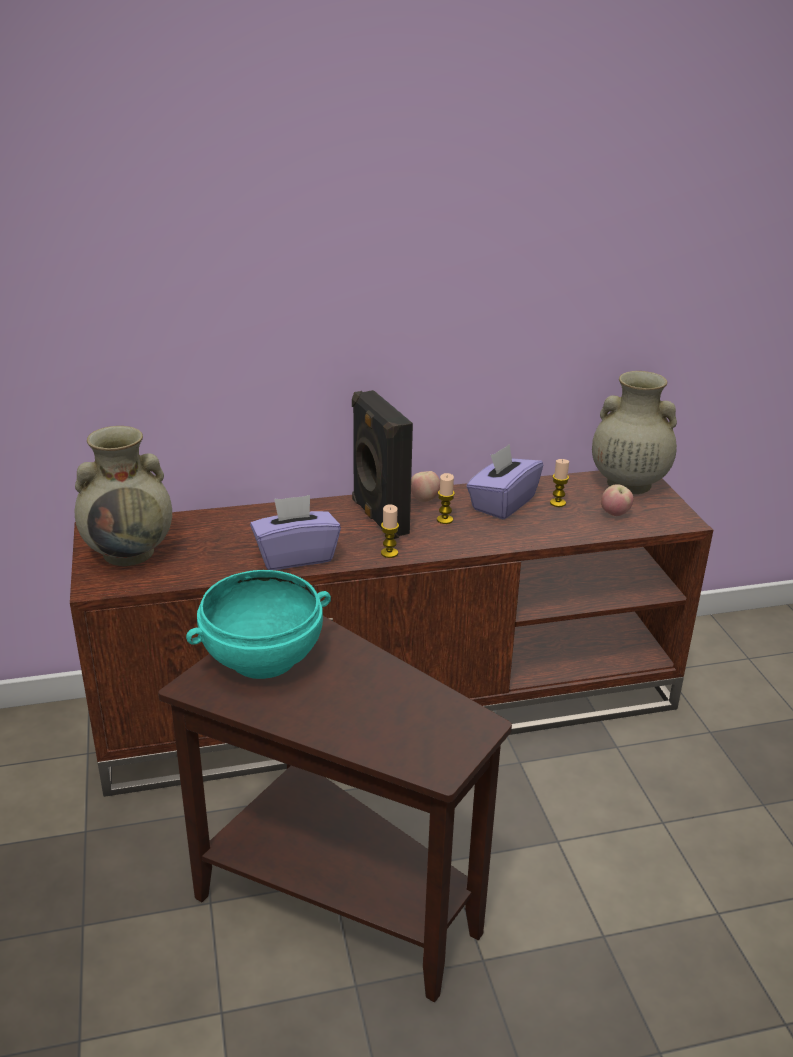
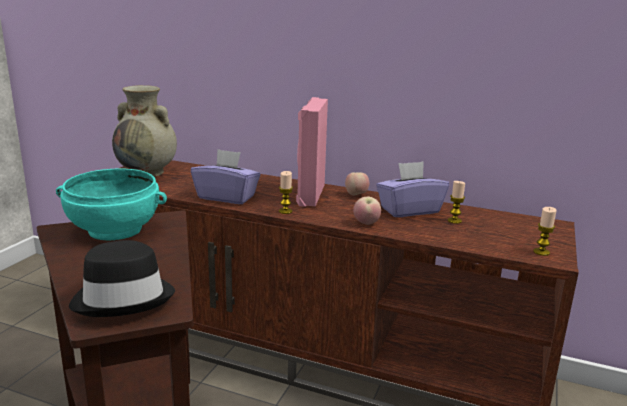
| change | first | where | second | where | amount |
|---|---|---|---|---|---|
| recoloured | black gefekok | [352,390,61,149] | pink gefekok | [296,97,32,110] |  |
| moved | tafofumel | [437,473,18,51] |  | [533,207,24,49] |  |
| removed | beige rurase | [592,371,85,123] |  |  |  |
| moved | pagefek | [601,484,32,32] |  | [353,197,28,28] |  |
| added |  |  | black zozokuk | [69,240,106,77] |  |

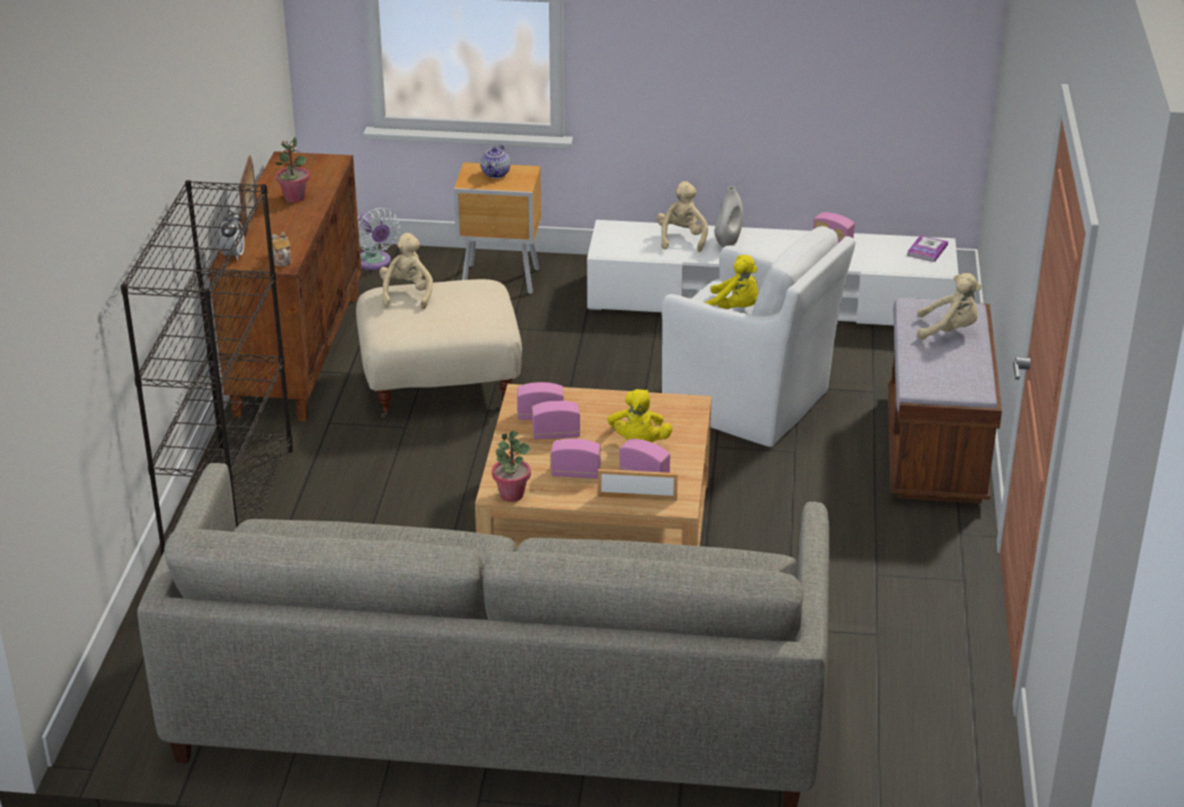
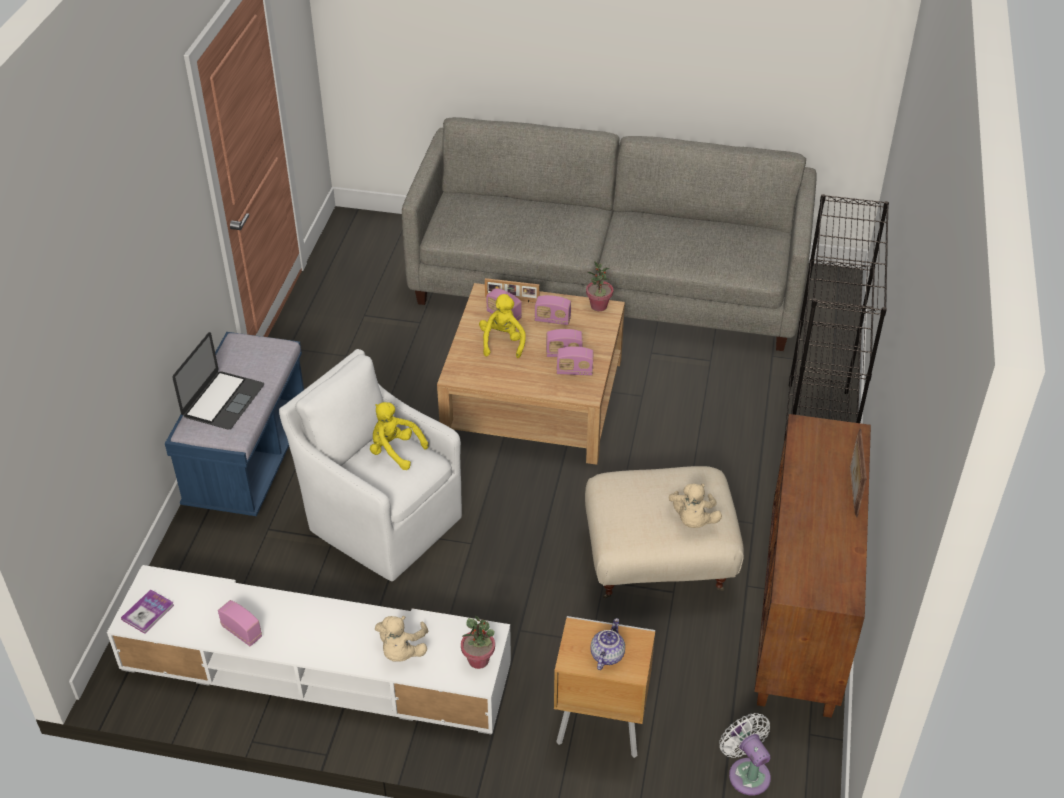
| change | first | where | second | where | amount |
|---|---|---|---|---|---|
| removed | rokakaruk | [219,210,25,51] |  |  |  |
| removed | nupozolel | [272,232,20,34] |  |  |  |
| moved | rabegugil | [275,137,35,66] |  | [461,616,34,53] |  |
| removed | white rurase | [715,186,29,61] |  |  |  |
| recoloured | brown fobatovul | [888,298,114,206] | blue fobatovul | [165,332,139,184] |  |
| replaced | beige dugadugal | [917,273,64,67] | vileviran | [173,332,91,98] |  |

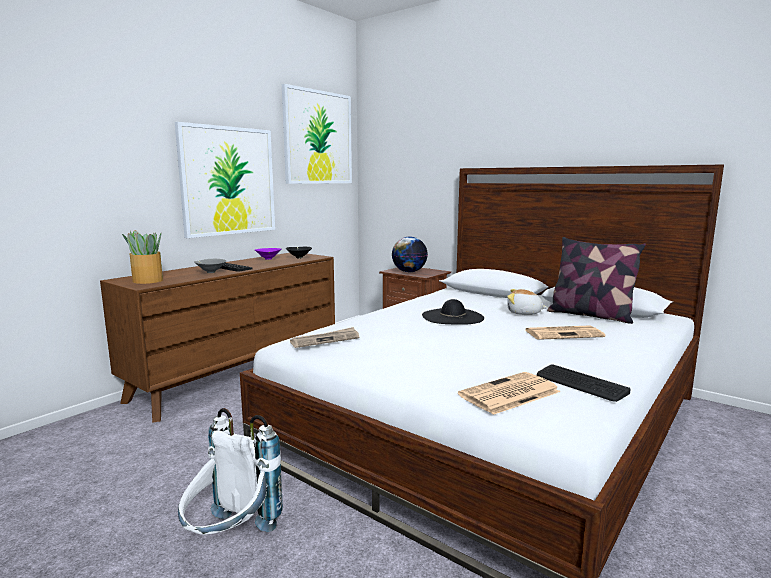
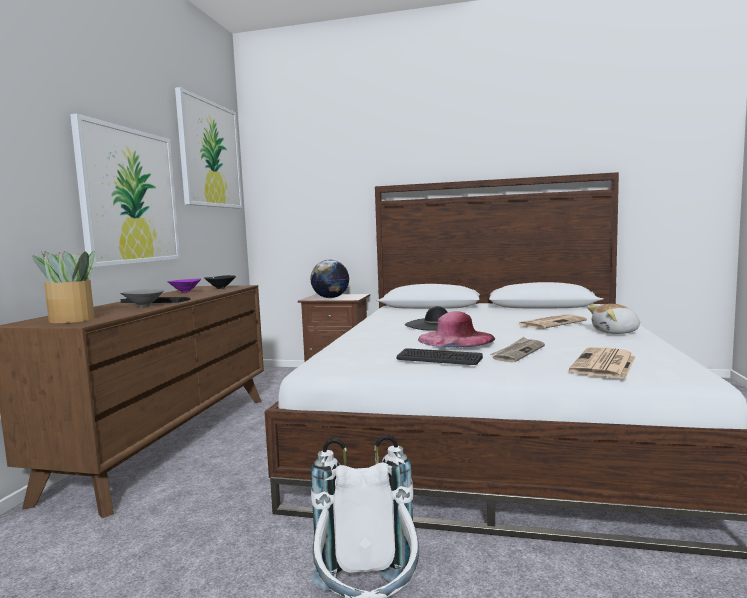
| change | first | where | second | where | amount |
|---|---|---|---|---|---|
| moved | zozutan | [290,327,69,21] |  | [490,337,55,25] |  |
| moved | dugadugal | [507,289,41,26] |  | [588,304,53,30] |  |
| moved | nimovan | [537,364,94,38] |  | [397,348,86,17] |  |
| removed | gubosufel | [547,237,99,87] |  |  |  |
| added |  |  | pink zozokuk | [418,311,77,36] |  |

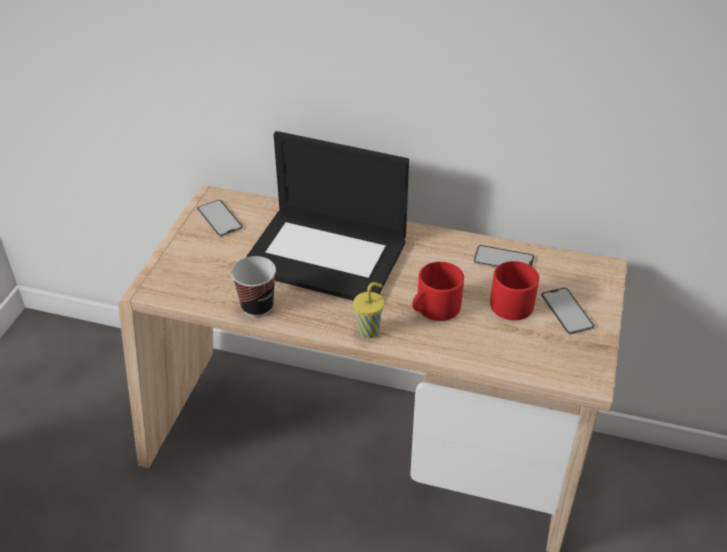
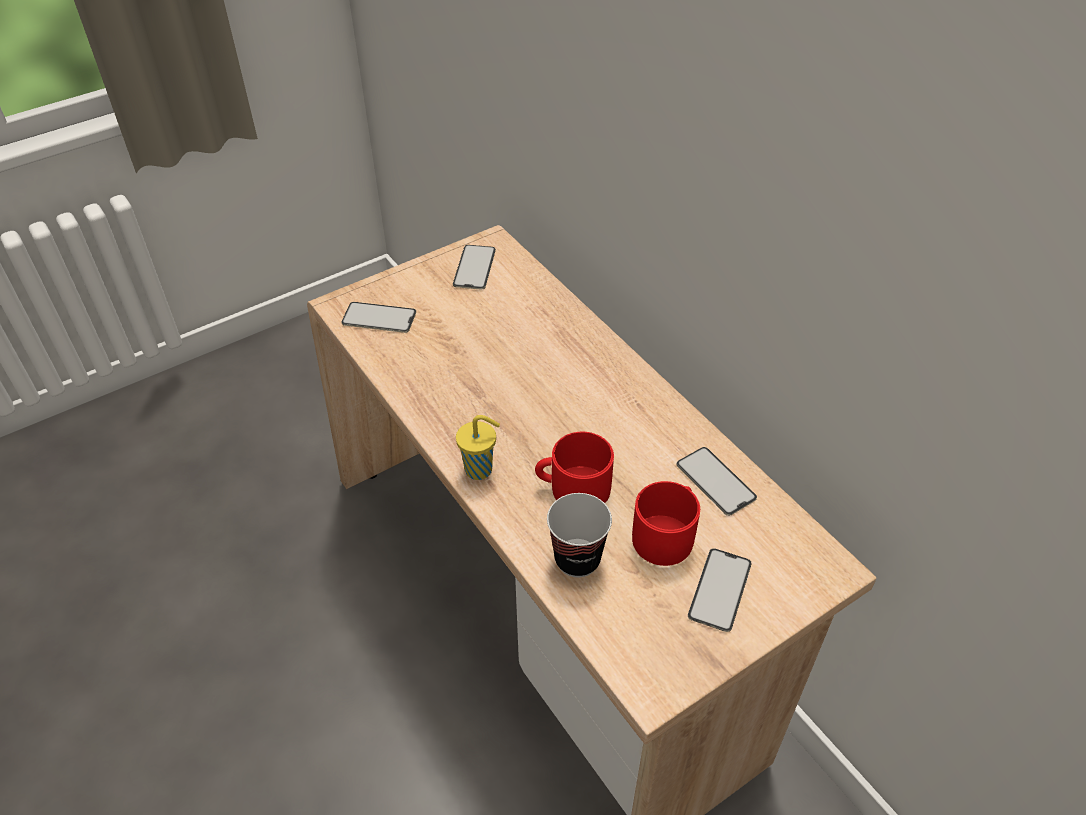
| change | first | where | second | where | amount |
|---|---|---|---|---|---|
| moved | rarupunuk | [231,256,45,61] |  | [547,493,65,84] |  |
| removed | vileviran | [246,131,163,170] |  |  |  |
| added |  |  | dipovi | [342,302,74,31] |  |

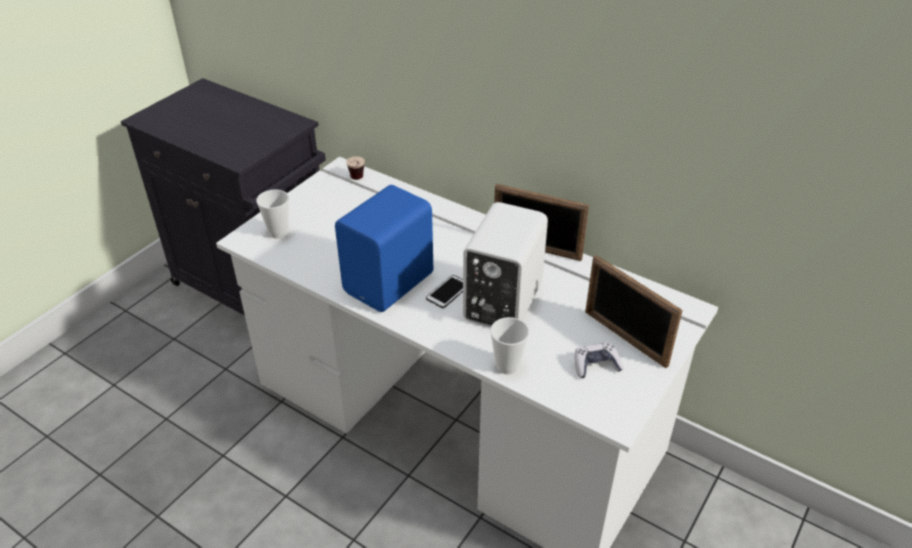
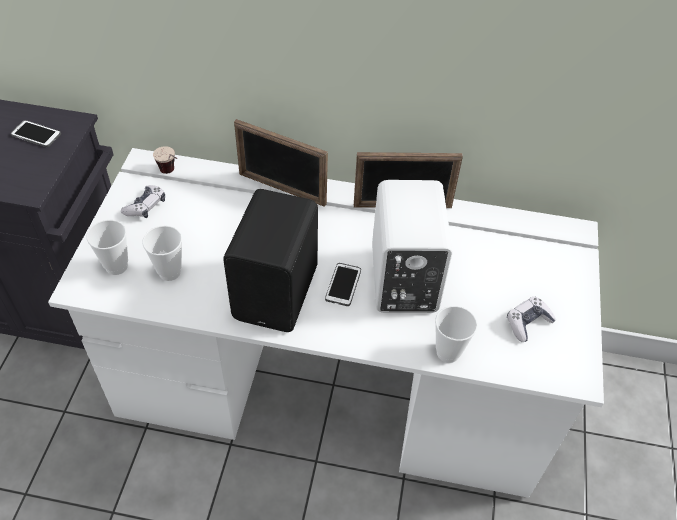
| change | first | where | second | where | amount |
|---|---|---|---|---|---|
| recoloured | blue gefekok | [335,185,98,127] | black gefekok | [223,189,95,143] |  |
| moved | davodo | [585,255,98,113] |  | [234,119,94,88] |  |
| added |  |  | dipovi | [11,120,50,27] |  |
| added |  |  | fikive | [121,185,44,33] |  |
| added |  |  | rarupunuk | [142,226,40,55] |  |

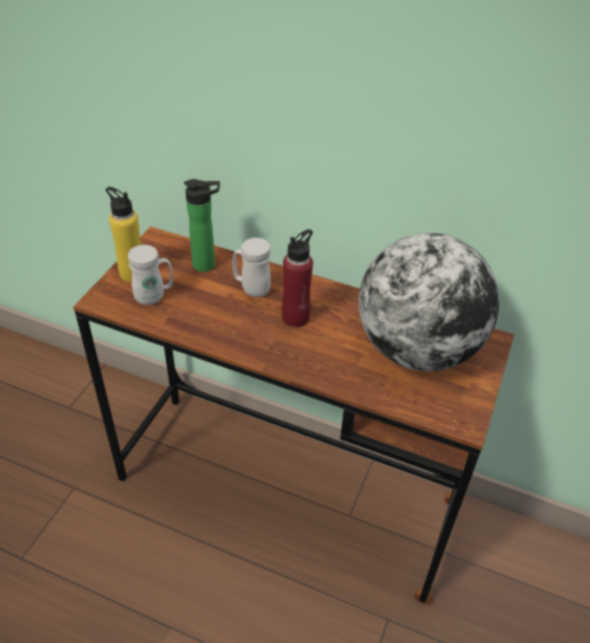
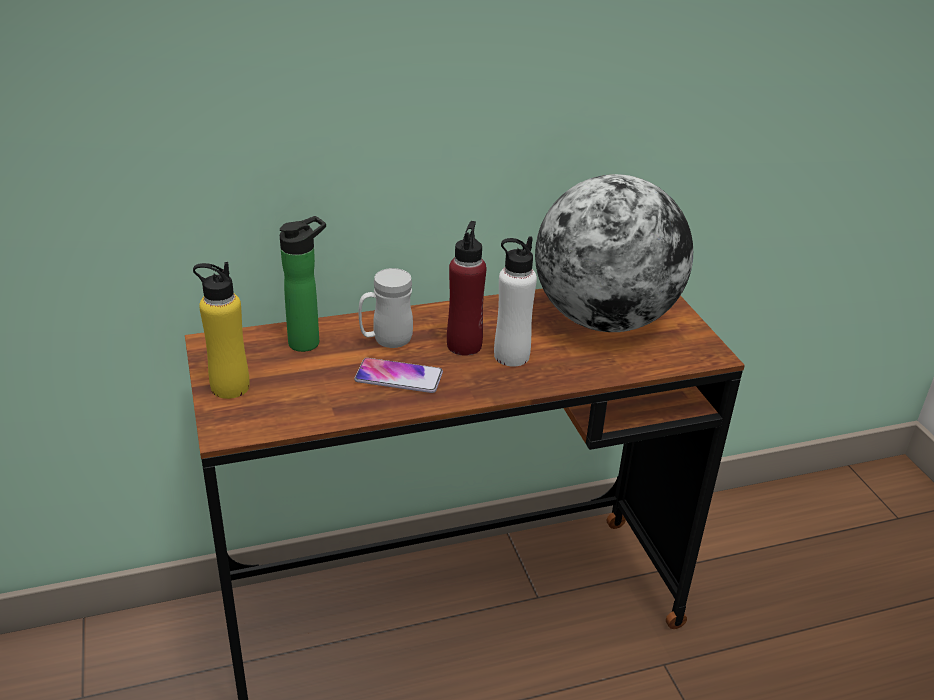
| change | first | where | second | where | amount |
|---|---|---|---|---|---|
| removed | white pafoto | [128,245,45,60] |  |  |  |
| added |  |  | dipovi | [354,358,89,35] |  |
| added |  |  | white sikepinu | [494,237,43,129] |  |

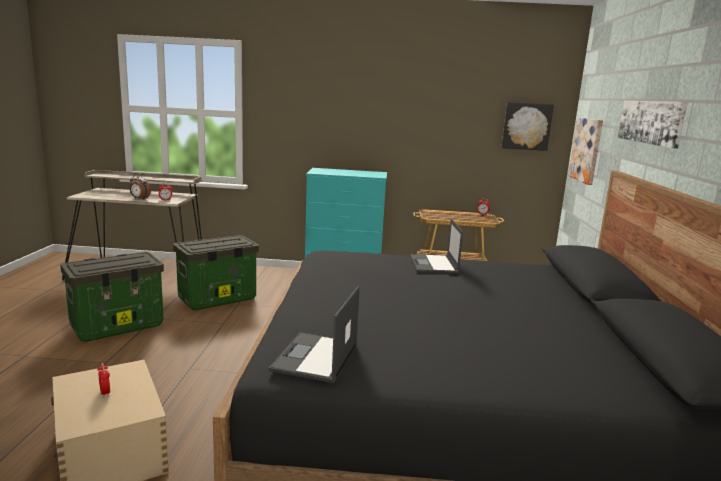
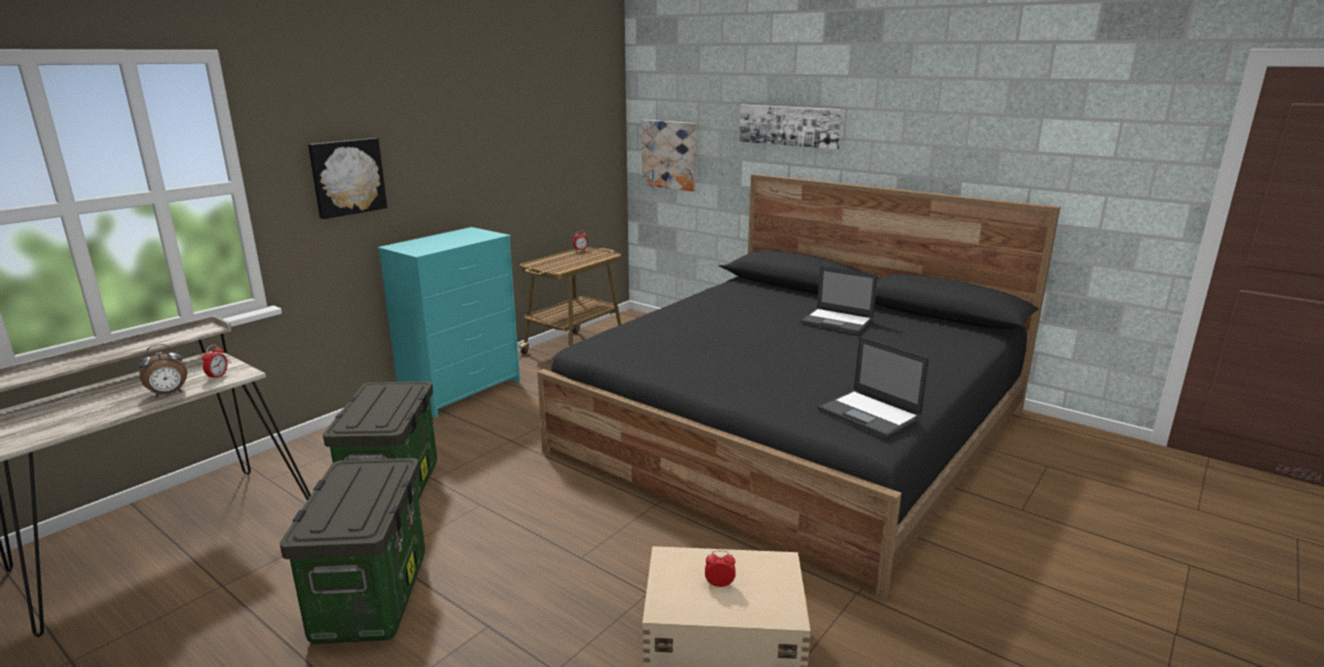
| change | first | where | second | where | amount |
|---|---|---|---|---|---|
| moved | vileviran | [410,219,53,55] |  | [800,266,78,68] |  |
| moved | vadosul | [502,102,52,49] |  | [308,138,79,81] |  |

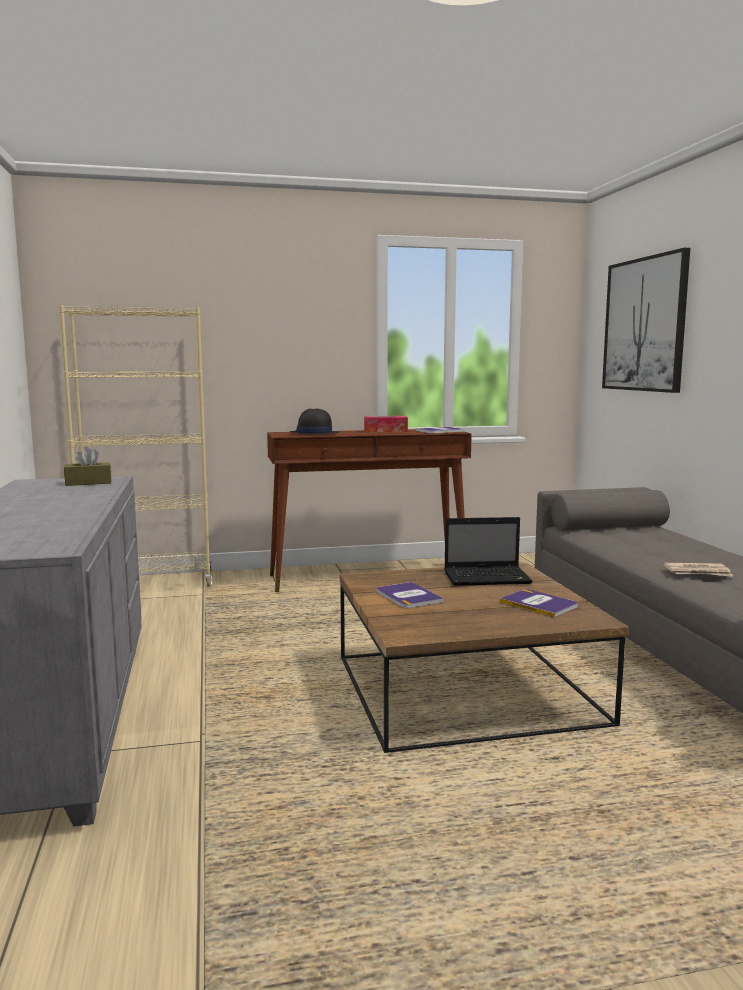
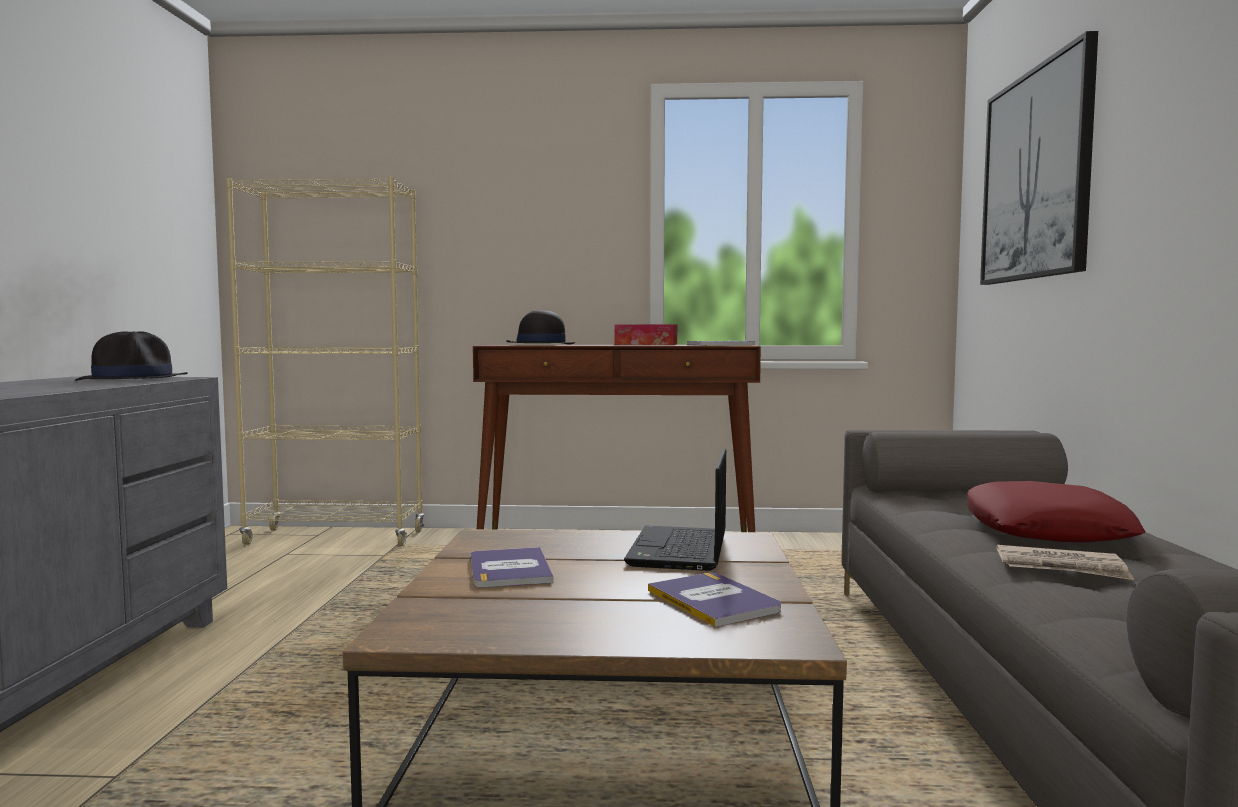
| change | first | where | second | where | amount |
|---|---|---|---|---|---|
| replaced | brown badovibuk | [64,447,47,39] | black zozokuk | [75,331,113,50] |  |
| turned | vileviran | [444,517,89,69] |  | [624,449,102,122] | 90 degrees clockwise |
| added |  |  | red gubosufel | [967,481,179,61] |  |

